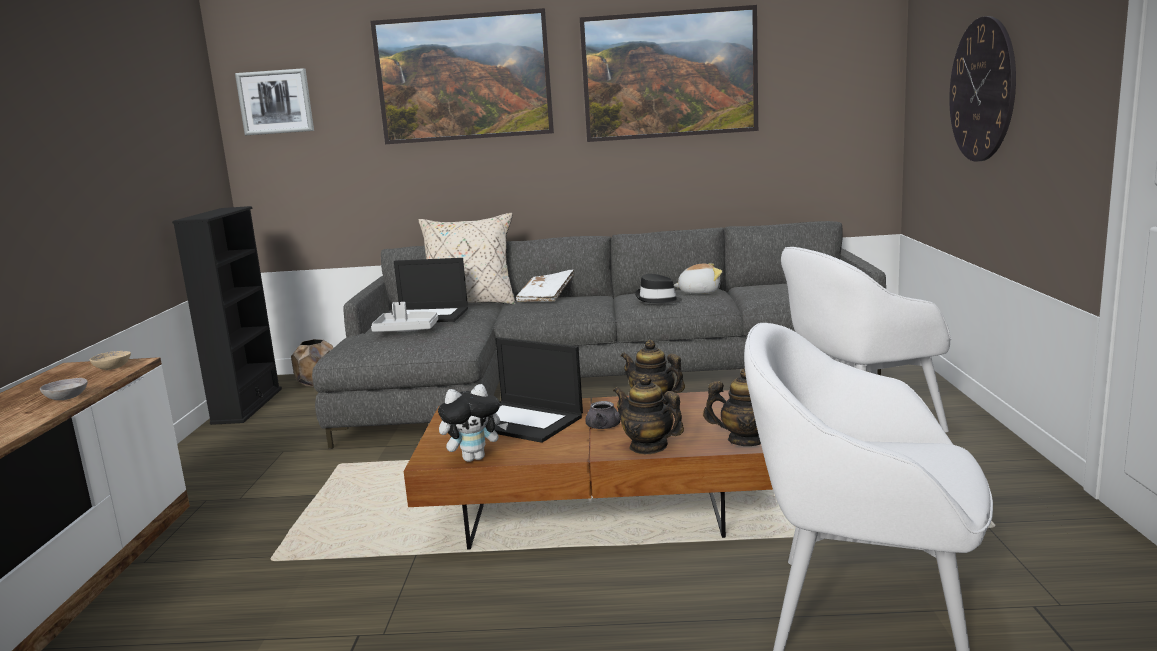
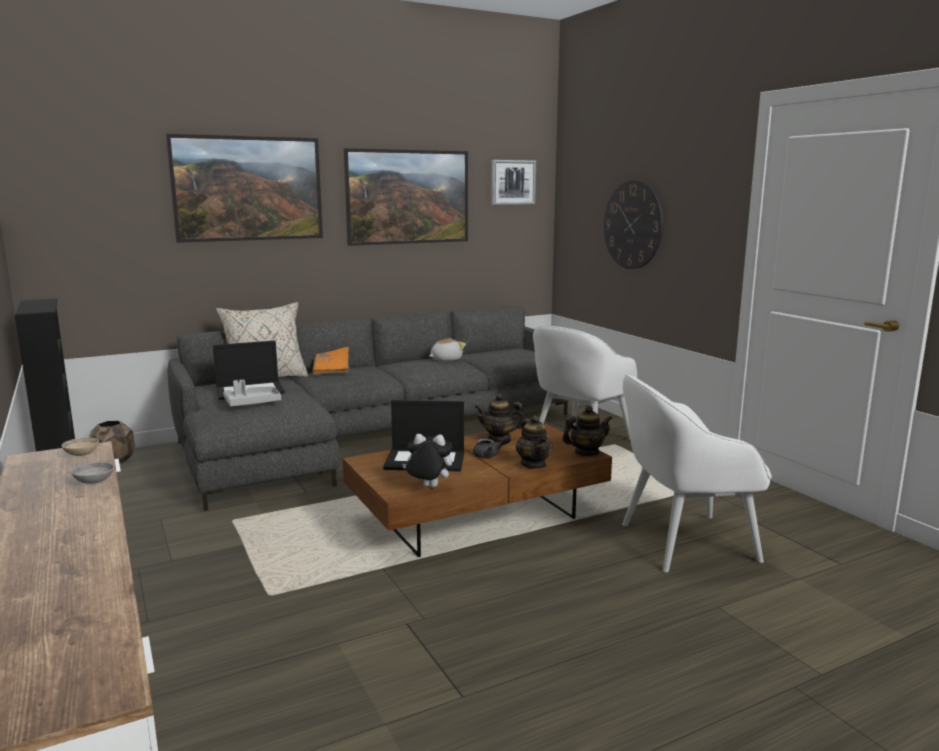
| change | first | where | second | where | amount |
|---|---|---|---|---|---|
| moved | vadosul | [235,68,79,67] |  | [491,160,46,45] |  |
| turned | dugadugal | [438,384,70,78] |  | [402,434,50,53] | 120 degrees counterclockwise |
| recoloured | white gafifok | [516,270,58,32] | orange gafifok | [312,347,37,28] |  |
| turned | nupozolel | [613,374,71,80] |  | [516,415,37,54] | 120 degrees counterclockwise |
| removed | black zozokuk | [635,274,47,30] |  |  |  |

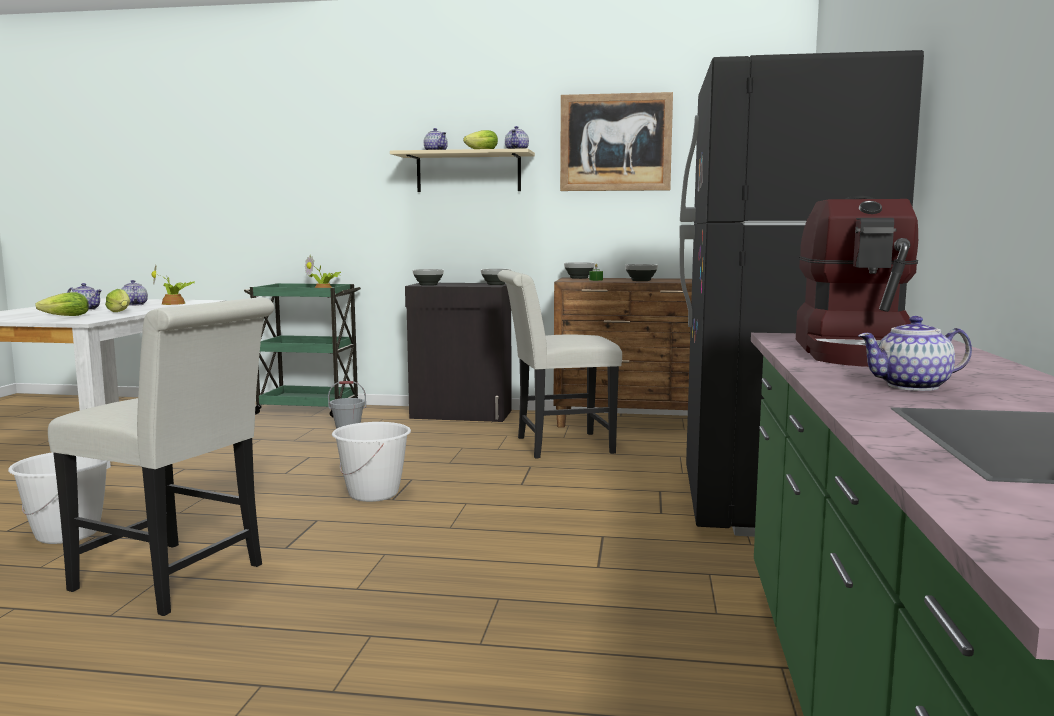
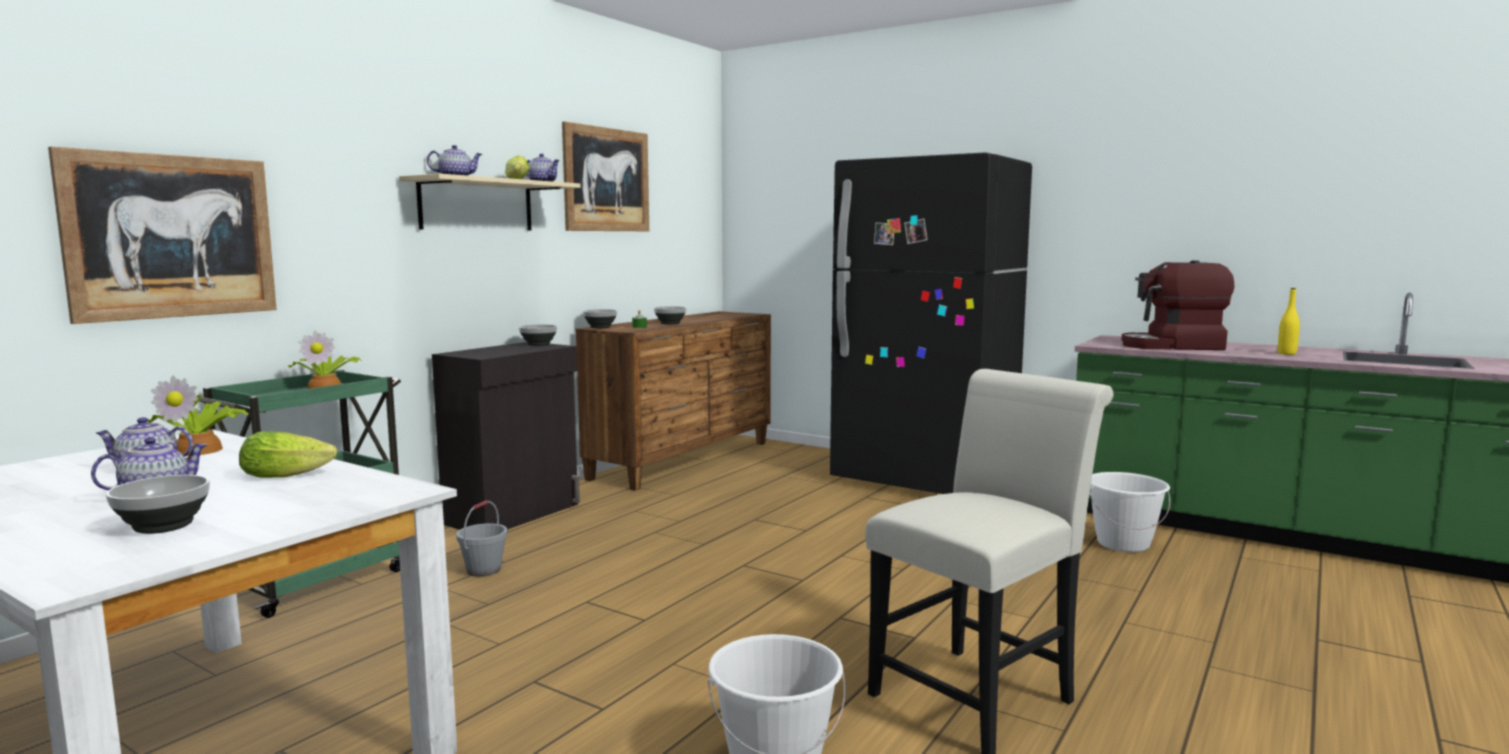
| change | first | where | second | where | amount |
|---|---|---|---|---|---|
| removed | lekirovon | [35,292,54,24] |  |  |  |
| moved | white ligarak | [332,422,79,80] |  | [1090,472,80,81] |  |
| moved | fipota | [413,269,31,17] |  | [106,475,104,59] |  |
| removed | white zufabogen | [498,270,124,189] |  |  |  |
| turned | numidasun | [796,196,122,171] |  | [1121,260,114,90] | 150 degrees clockwise |
| replaced | nupozolel | [858,316,114,75] | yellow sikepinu | [1278,288,22,67] |  |
| added |  |  | vadosul | [48,147,229,177] |  |

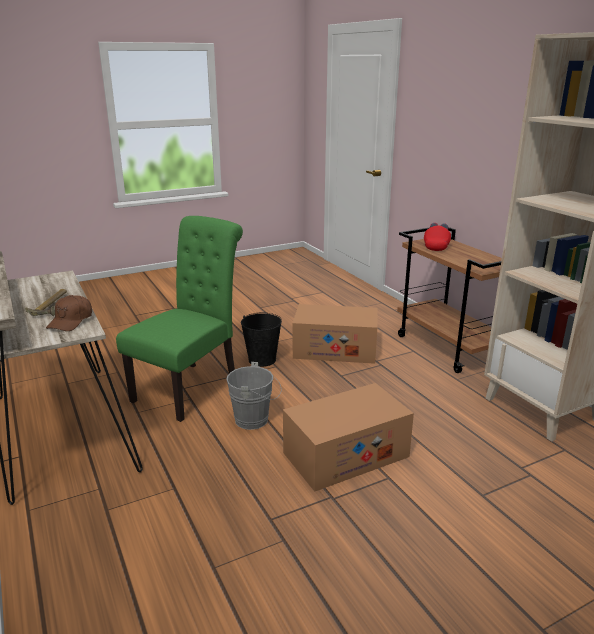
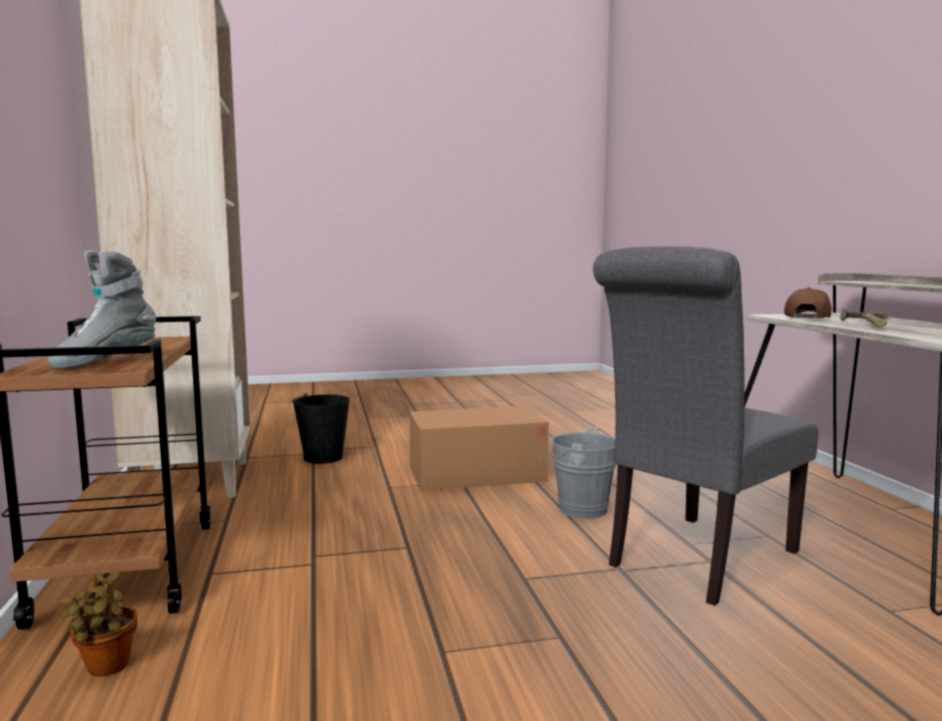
| change | first | where | second | where | amount |
|---|---|---|---|---|---|
| recoloured | green zufabogen | [116,216,127,206] | grey zufabogen | [593,246,225,360] |  |
| moved | black ligarak | [241,312,41,55] |  | [292,393,58,71] |  |
| removed | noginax | [293,304,84,60] |  |  |  |
| replaced | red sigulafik | [424,223,27,28] | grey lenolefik | [48,251,108,118] |  |
| added |  |  | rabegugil | [59,571,78,106] |  |

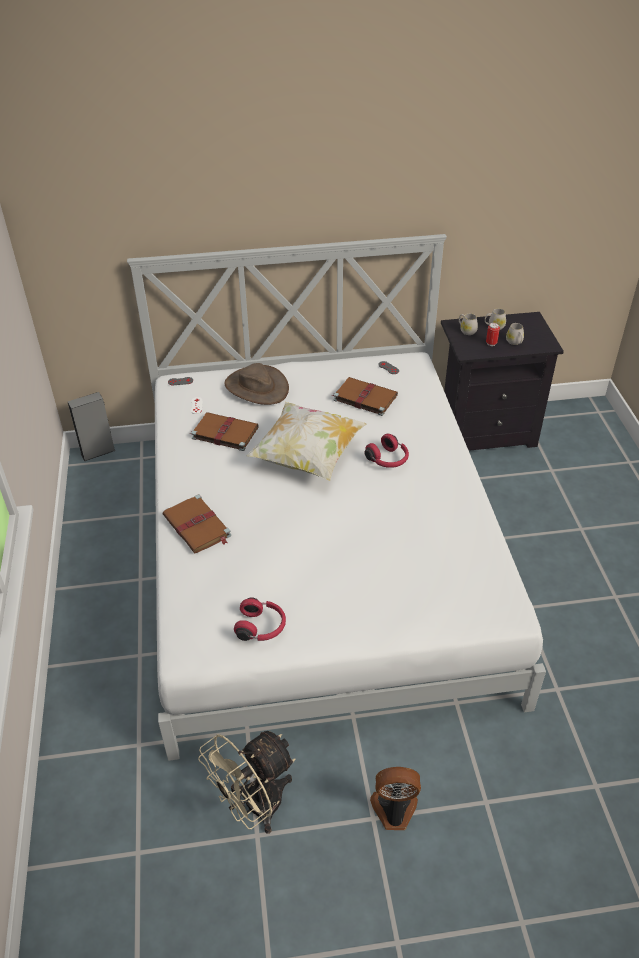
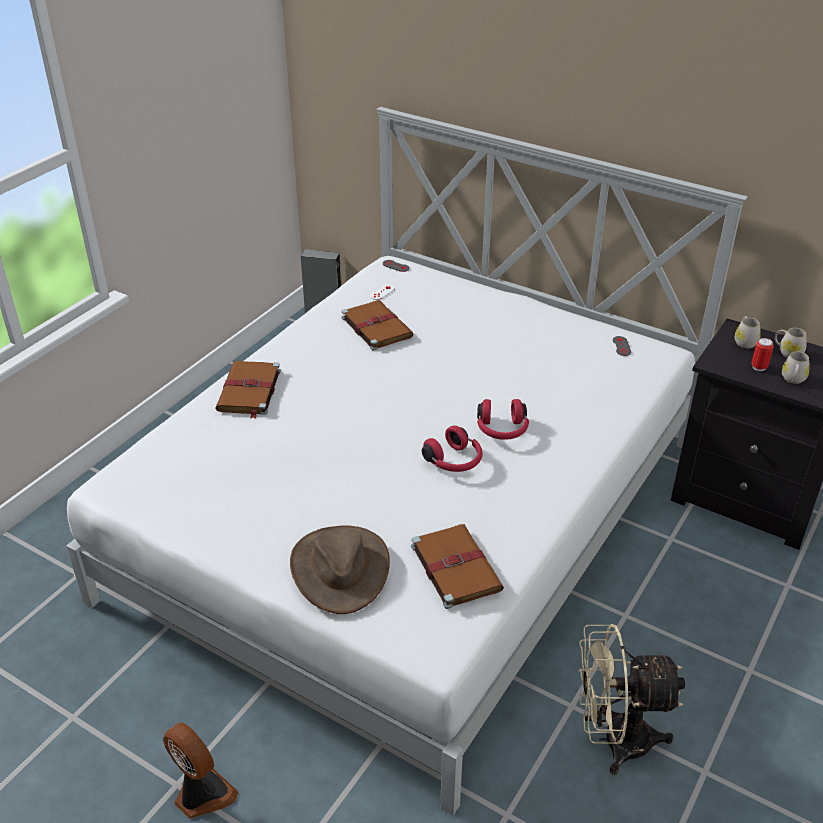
| change | first | where | second | where | amount |
|---|---|---|---|---|---|
| moved | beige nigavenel | [198,731,97,103] |  | [578,624,107,151] |  |
| moved | brown zozokuk | [224,363,65,42] |  | [290,525,100,89] |  |
| moved | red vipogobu | [234,597,52,44] |  | [422,425,60,47] |  |
| removed | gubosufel | [246,402,120,79] |  |  |  |
| moved | brown gafifok | [332,377,66,39] |  | [411,524,93,85] |  |

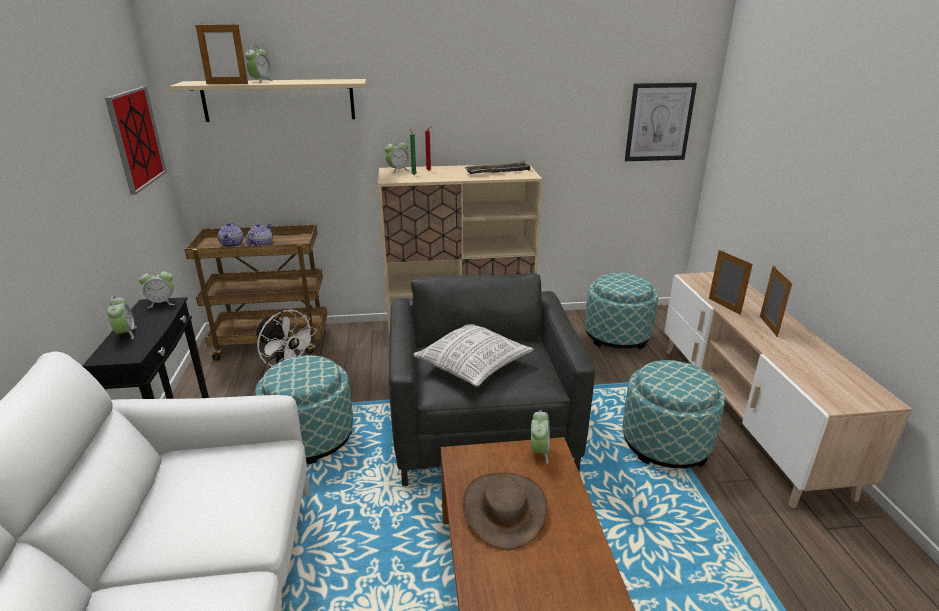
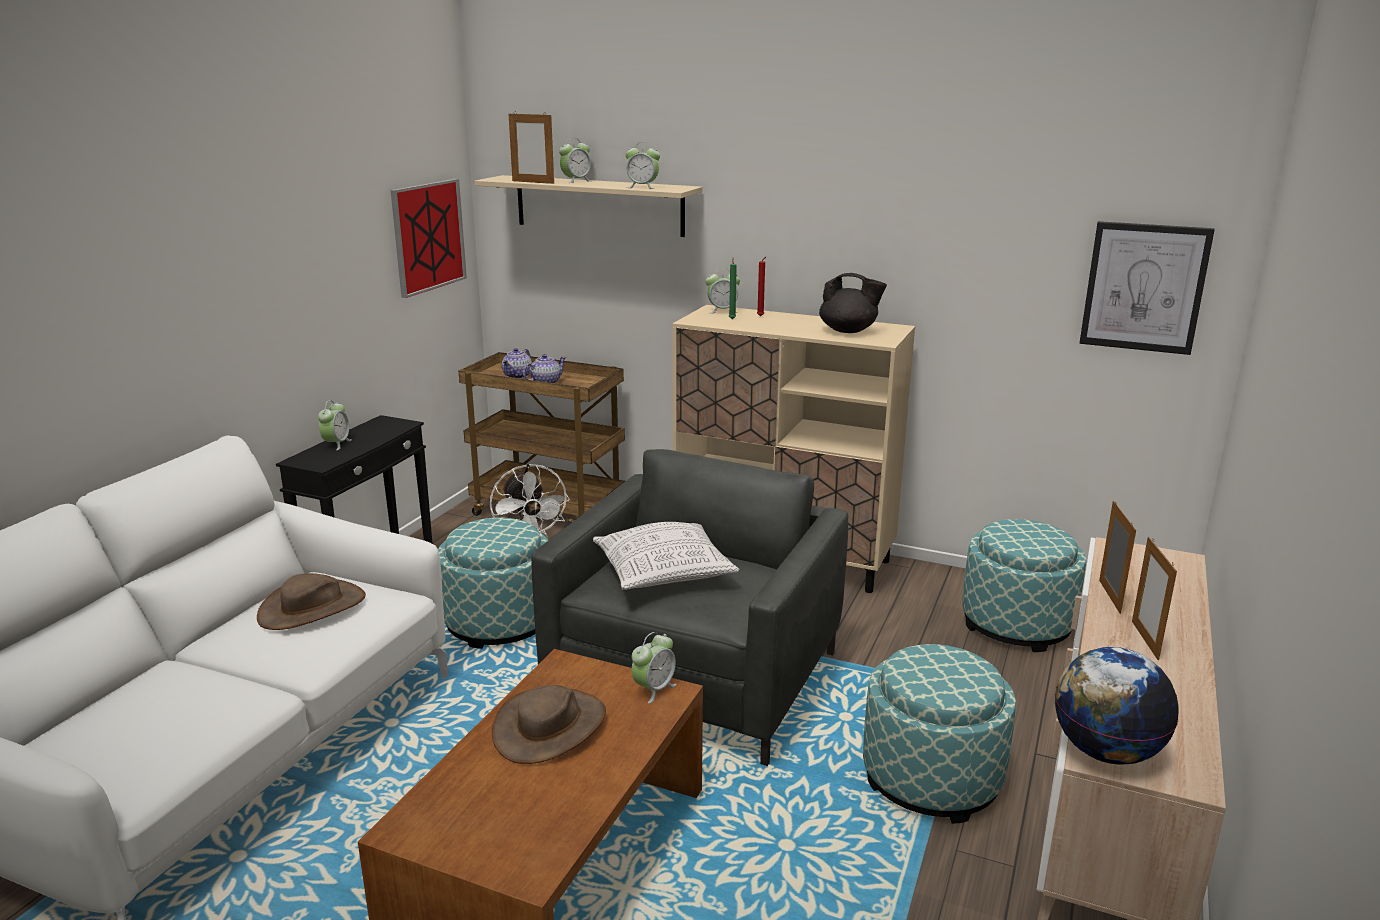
| change | first | where | second | where | amount |
|---|---|---|---|---|---|
| moved | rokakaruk | [139,268,36,40] |  | [626,142,34,47] |  |
| replaced | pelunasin | [464,161,68,13] | black nupozolel | [819,273,68,60] |  |
| turned | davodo | [760,266,32,71] |  | [1132,537,45,123] | 150 degrees clockwise |
| added |  |  | brown zozokuk | [257,573,109,57] |  |
| added |  |  | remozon | [1055,647,124,117] |  |

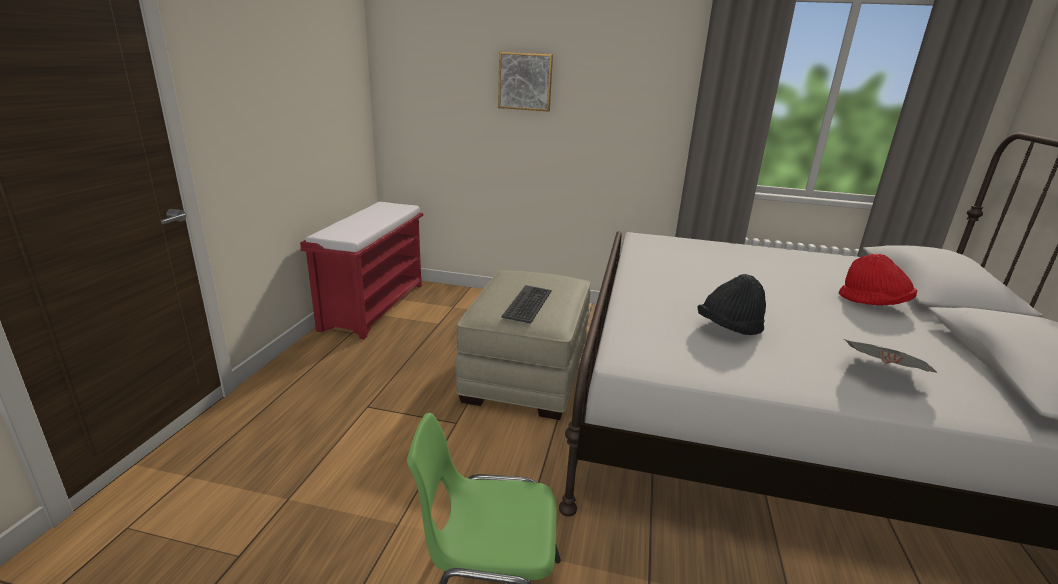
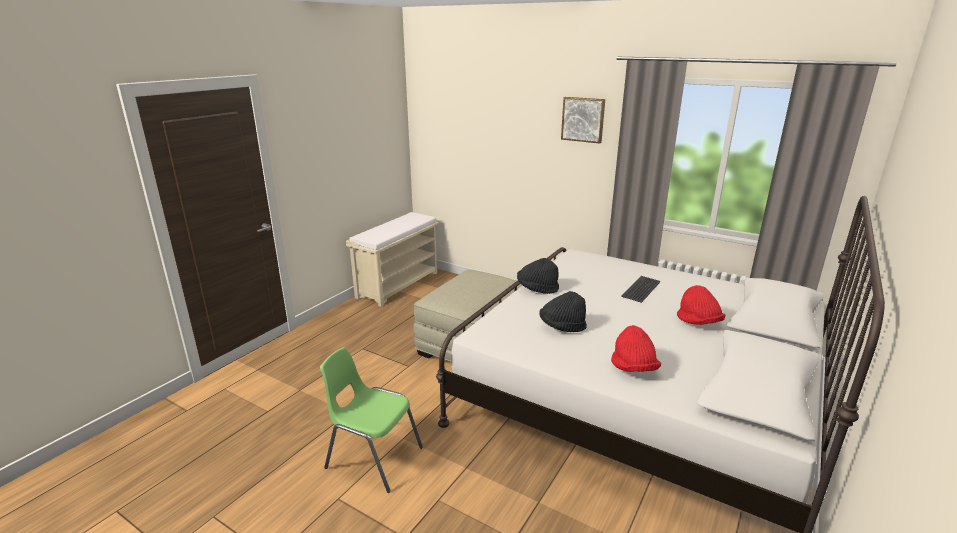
| change | first | where | second | where | amount |
|---|---|---|---|---|---|
| recoloured | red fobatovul | [300,202,123,137] | beige fobatovul | [346,212,93,95] |  |
| moved | vadosul | [498,52,55,60] |  | [561,97,44,46] |  |
| moved | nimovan | [502,285,49,39] |  | [621,276,39,27] |  |
| replaced | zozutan | [844,339,93,34] | red zozokuk | [611,325,50,47] |  |
| added |  |  | black zozokuk | [517,258,42,36] |  |

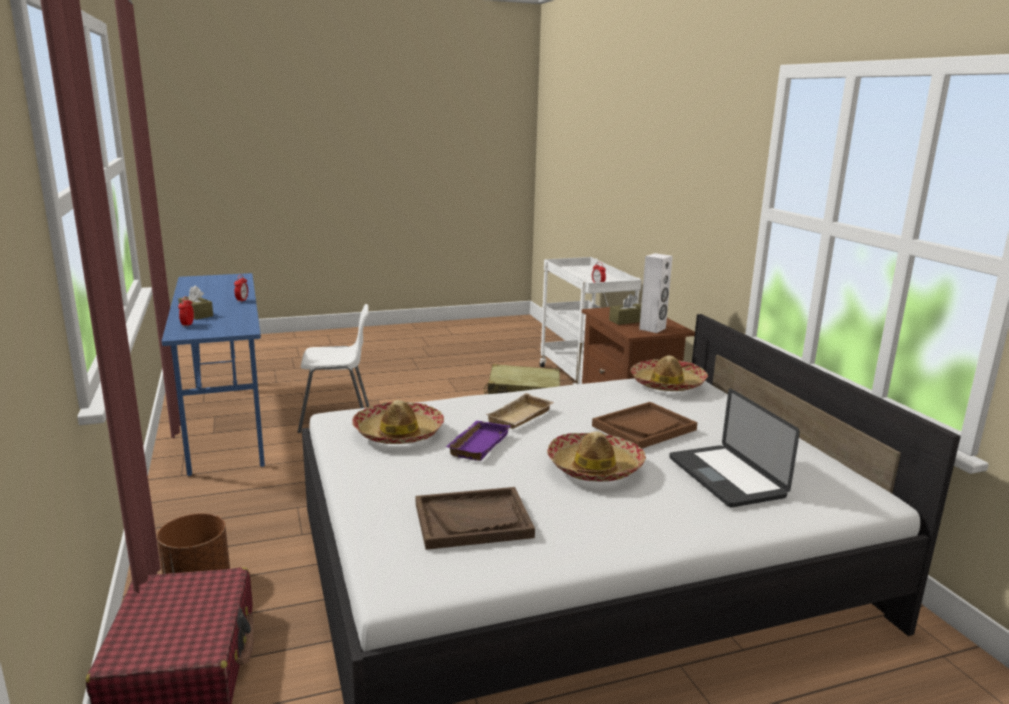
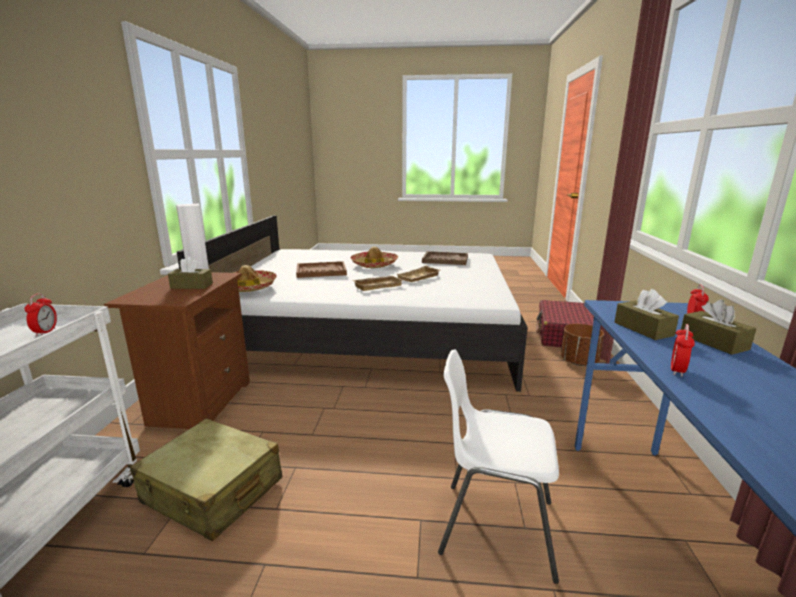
| change | first | where | second | where | amount |
|---|---|---|---|---|---|
| removed | zozokuk | [352,400,92,44] |  |  |  |
| recoloured | purple pelunasin | [445,421,65,40] | beige pelunasin | [397,265,44,17] |  |
| removed | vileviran | [669,388,131,119] |  |  |  |
| added |  |  | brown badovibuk | [615,289,64,51] |  |

